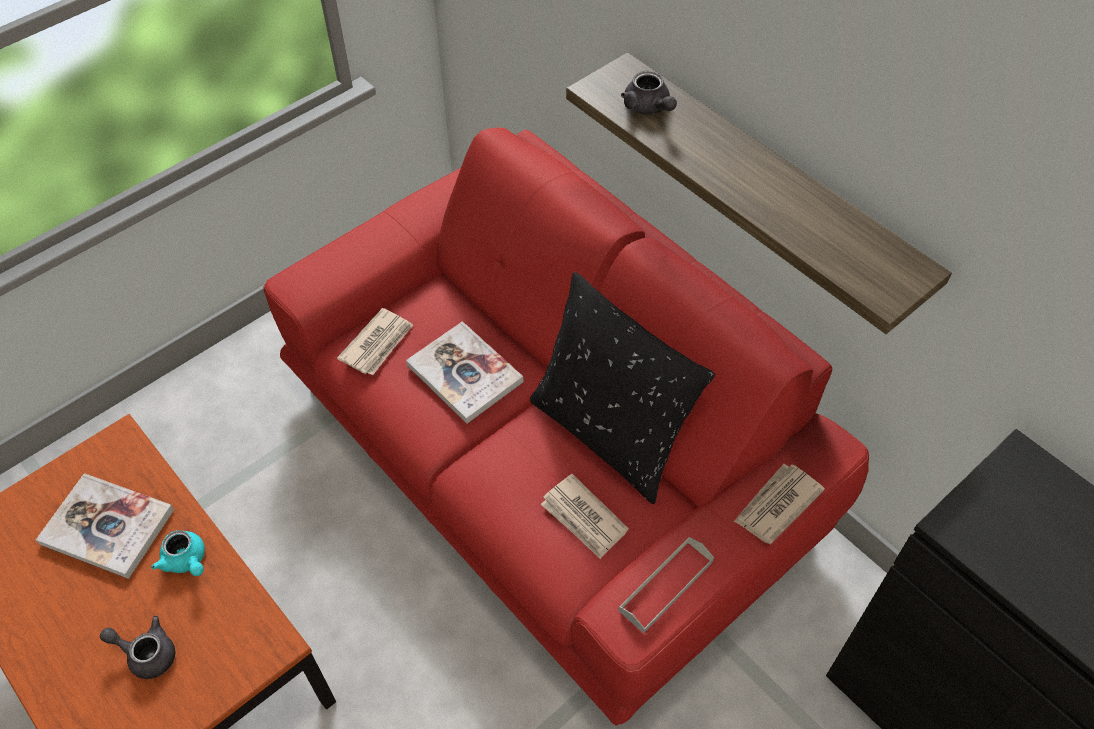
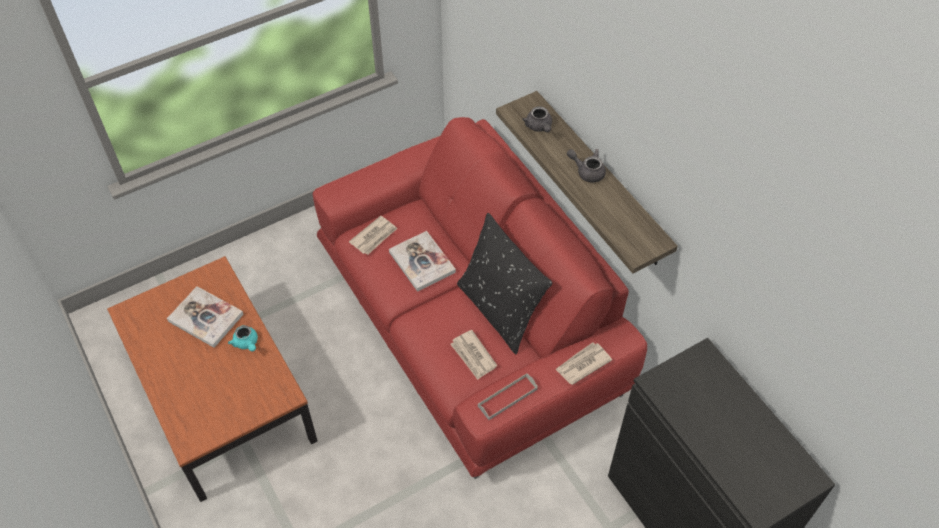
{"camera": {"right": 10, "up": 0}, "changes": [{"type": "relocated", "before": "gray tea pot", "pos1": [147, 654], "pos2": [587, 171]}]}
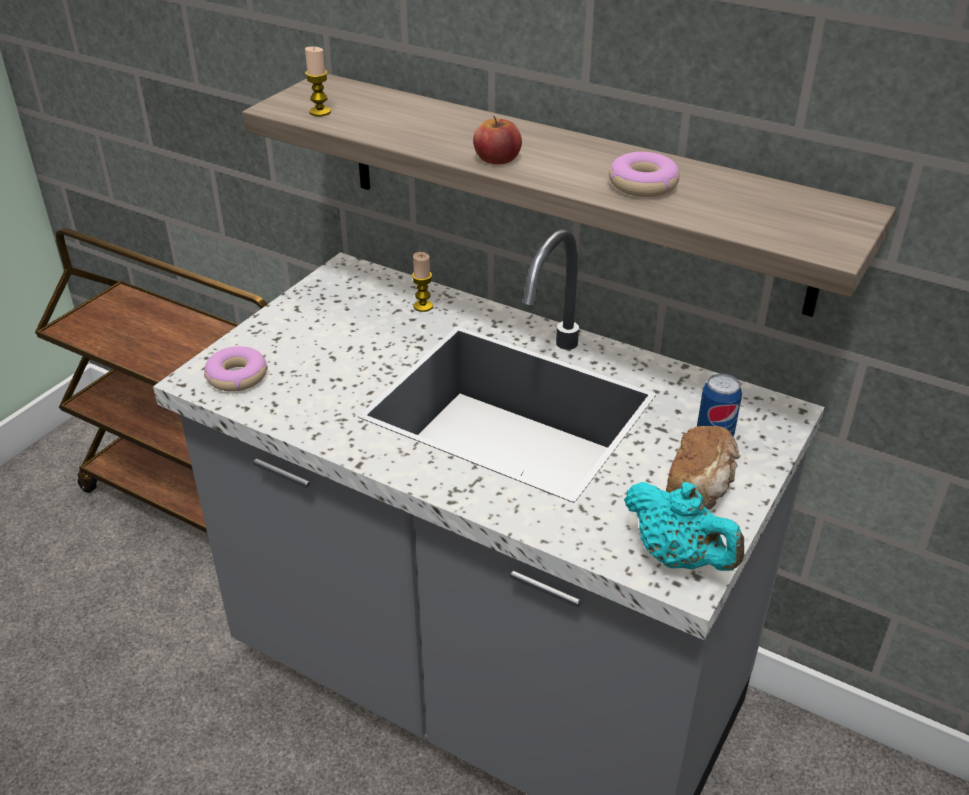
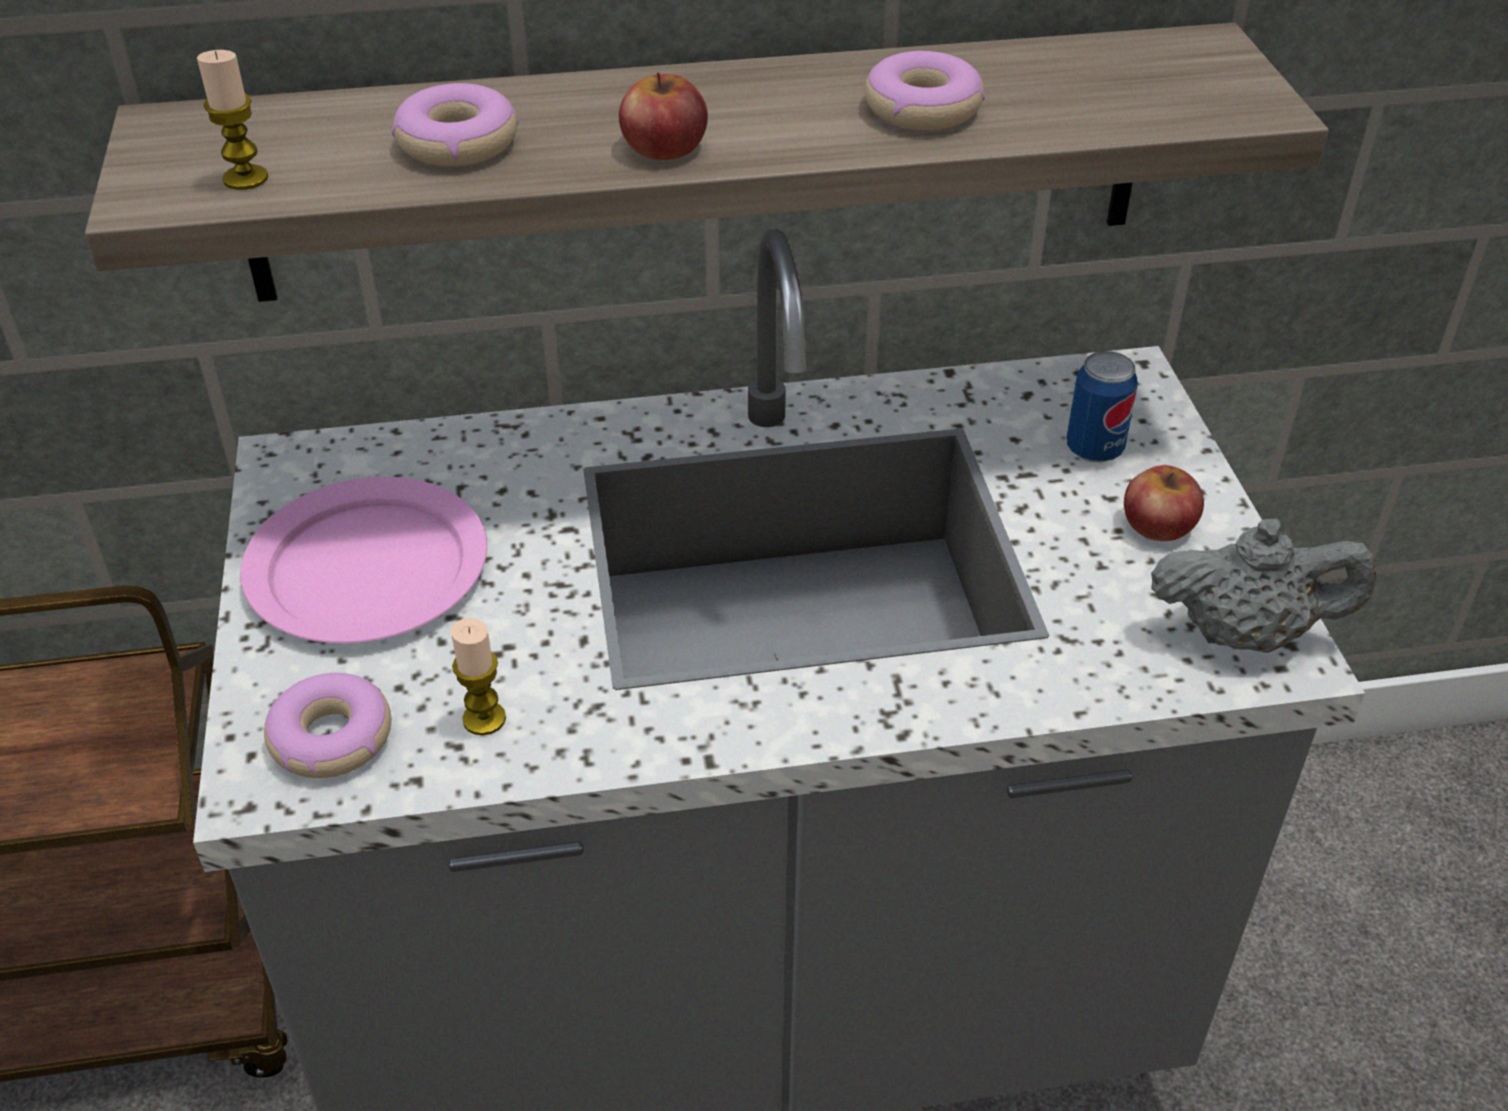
{"camera": {"right": -40, "up": 5}, "changes": [{"type": "appeared", "after": "pinkish flat dish", "pos2": [365, 569]}, {"type": "appeared", "after": "donut", "pos2": [457, 142]}, {"type": "relocated", "before": "wax candle", "pos1": [423, 306], "pos2": [484, 719]}, {"type": "exchanged", "before": "baked bread", "after": "whole apple", "pos1": [702, 486], "pos2": [1158, 524]}, {"type": "colour", "before": "turquoise tea pot", "after": "gray tea pot", "pos1": [678, 557], "pos2": [1244, 634]}]}
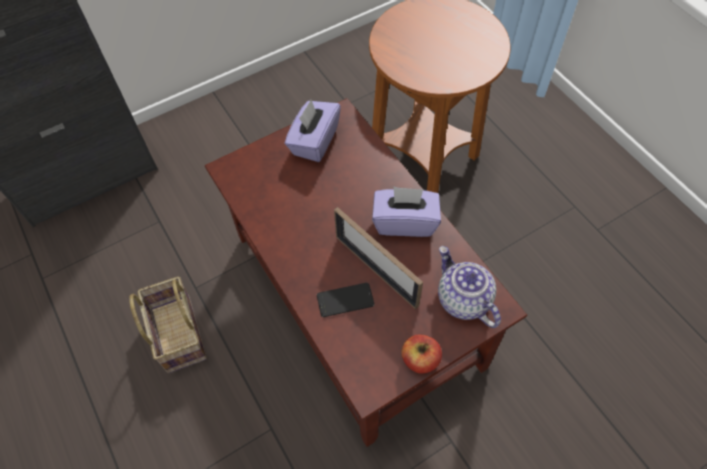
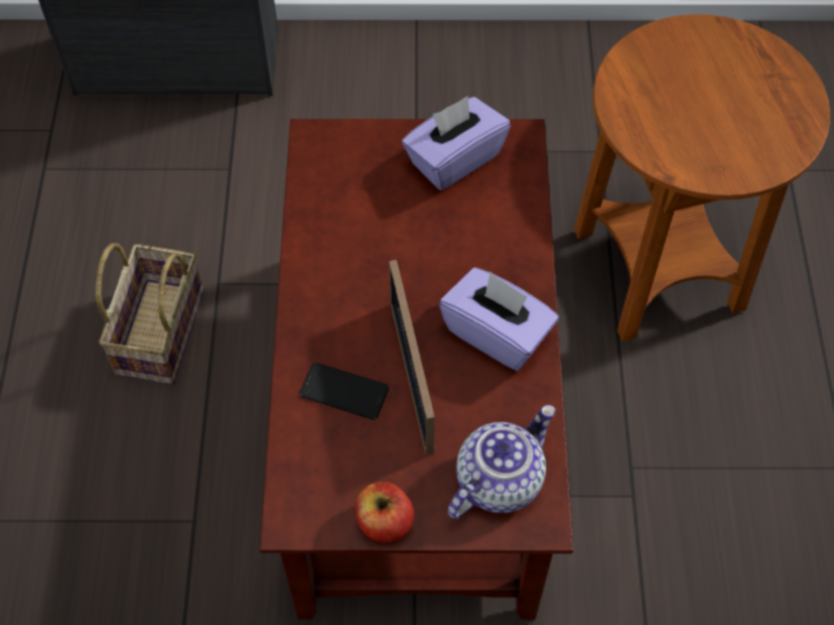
{"camera": {"right": 30, "up": 0}, "changes": [{"type": "spun", "before": "tea pot", "pos1": [462, 299], "pos2": [498, 479], "turn": 45}]}
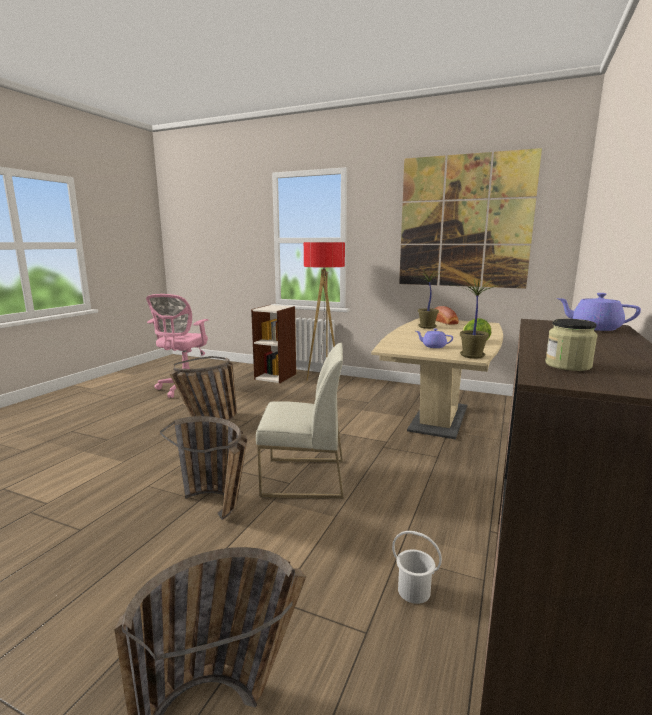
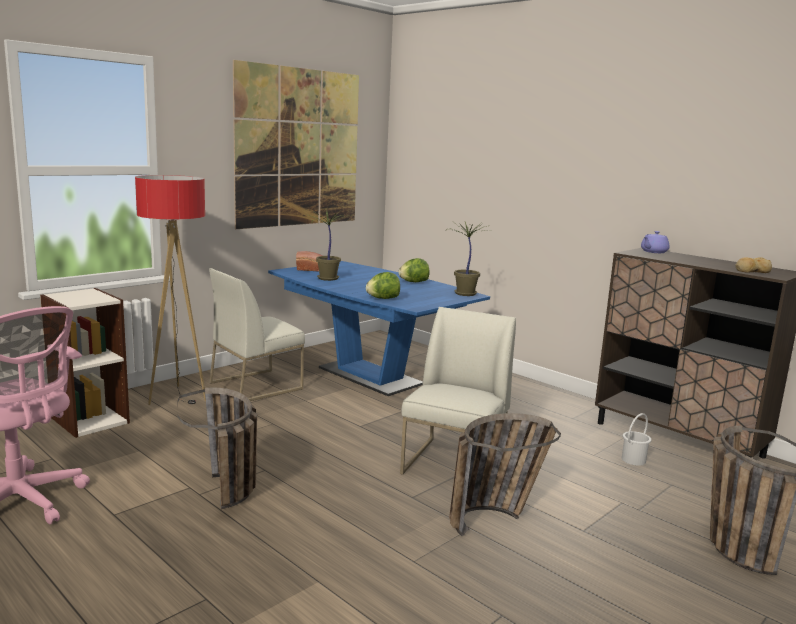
{"camera": {"right": -70, "up": 0}, "changes": [{"type": "missing", "before": "purplish tea pot", "pos1": [433, 346]}, {"type": "appeared", "after": "white-coloured upright chair", "pos2": [256, 385]}, {"type": "appeared", "after": "lettuce", "pos2": [383, 298]}, {"type": "exchanged", "before": "preserve jar", "after": "baked bread", "pos1": [568, 365], "pos2": [751, 271]}, {"type": "colour", "before": "beige-coloured kitchen table", "after": "blue kitchen table", "pos1": [439, 418], "pos2": [370, 376]}]}
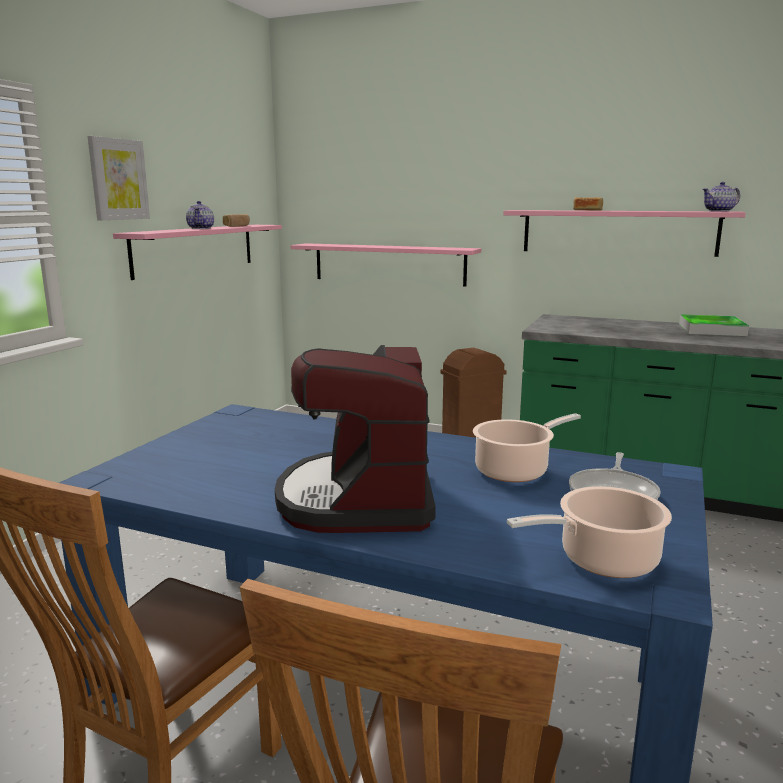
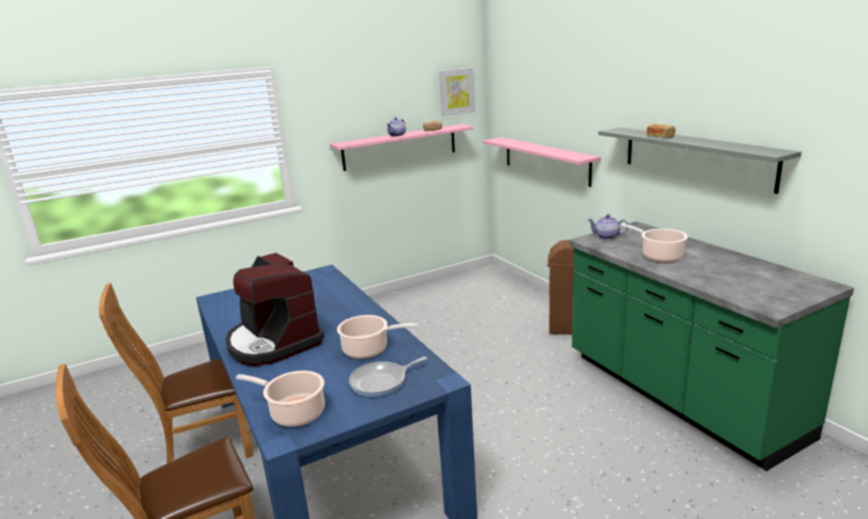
{"camera": {"right": 40, "up": 5}, "changes": [{"type": "missing", "before": "carrying tray", "pos1": [711, 330]}, {"type": "appeared", "after": "saucepot", "pos2": [659, 256]}, {"type": "relocated", "before": "wall art", "pos1": [118, 179], "pos2": [456, 91]}, {"type": "relocated", "before": "tea pot", "pos1": [719, 211], "pos2": [607, 237]}, {"type": "colour", "before": "pinkish shelf", "after": "gray shelf", "pos1": [618, 232], "pos2": [696, 157]}, {"type": "spun", "before": "coffee brewer", "pos1": [359, 499], "pos2": [273, 342], "turn": -75}]}
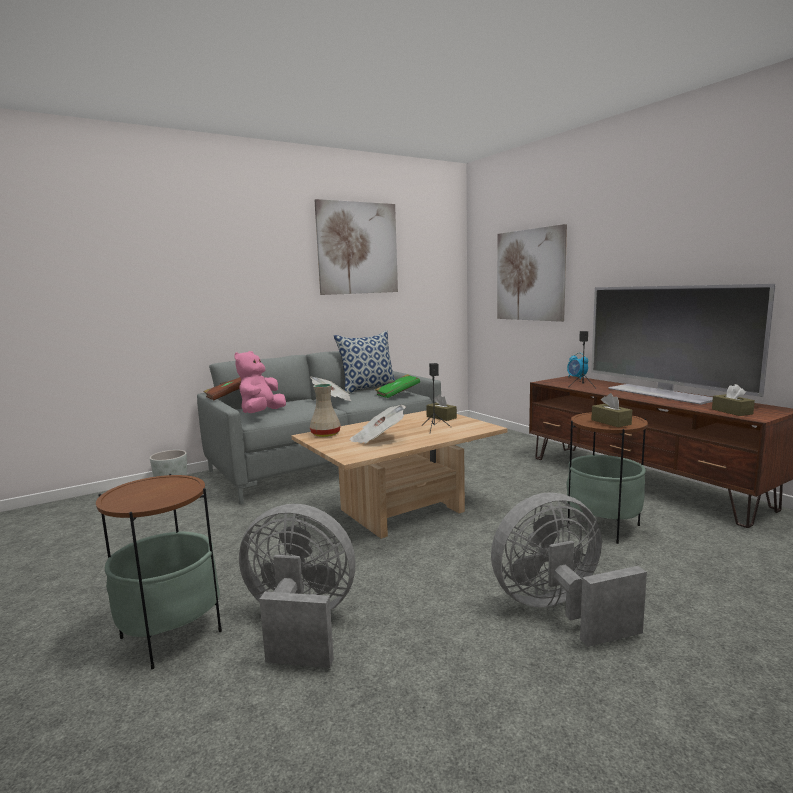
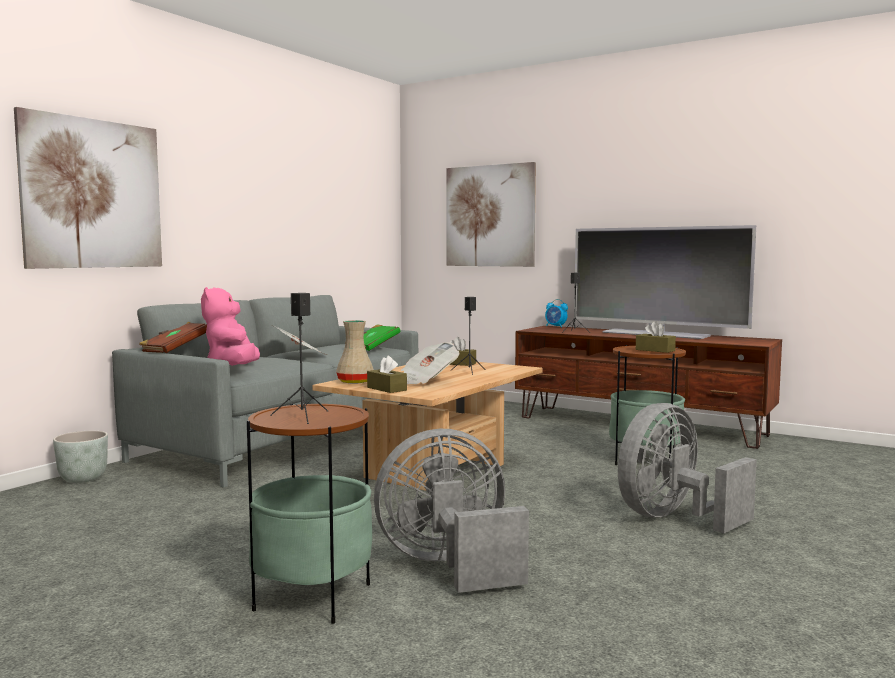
{"camera": {"right": -25, "up": -5}, "changes": [{"type": "missing", "before": "cushion", "pos1": [368, 389]}, {"type": "appeared", "after": "black-coloured audio speaker", "pos2": [302, 416]}, {"type": "relocated", "before": "wall art", "pos1": [357, 248], "pos2": [93, 194]}, {"type": "relocated", "before": "brownish tissue holder", "pos1": [732, 411], "pos2": [386, 389]}]}
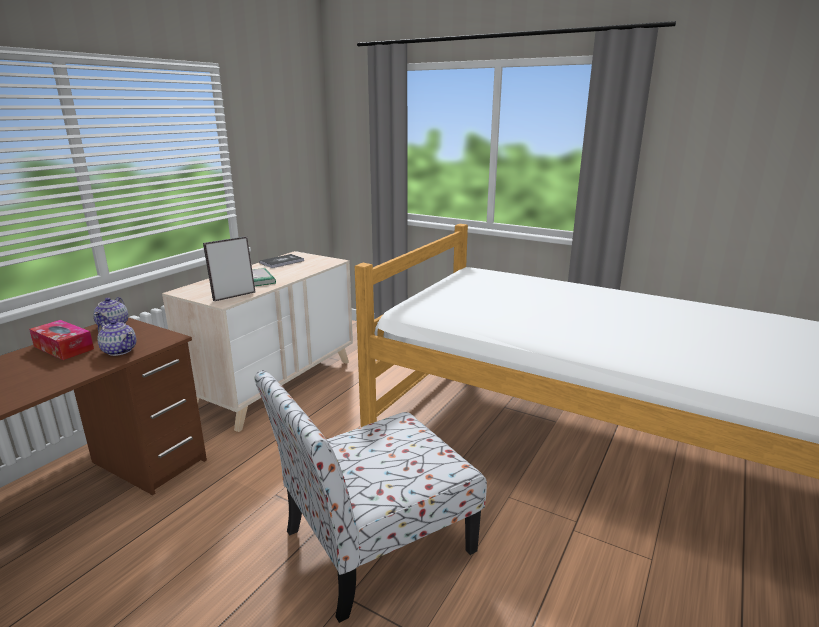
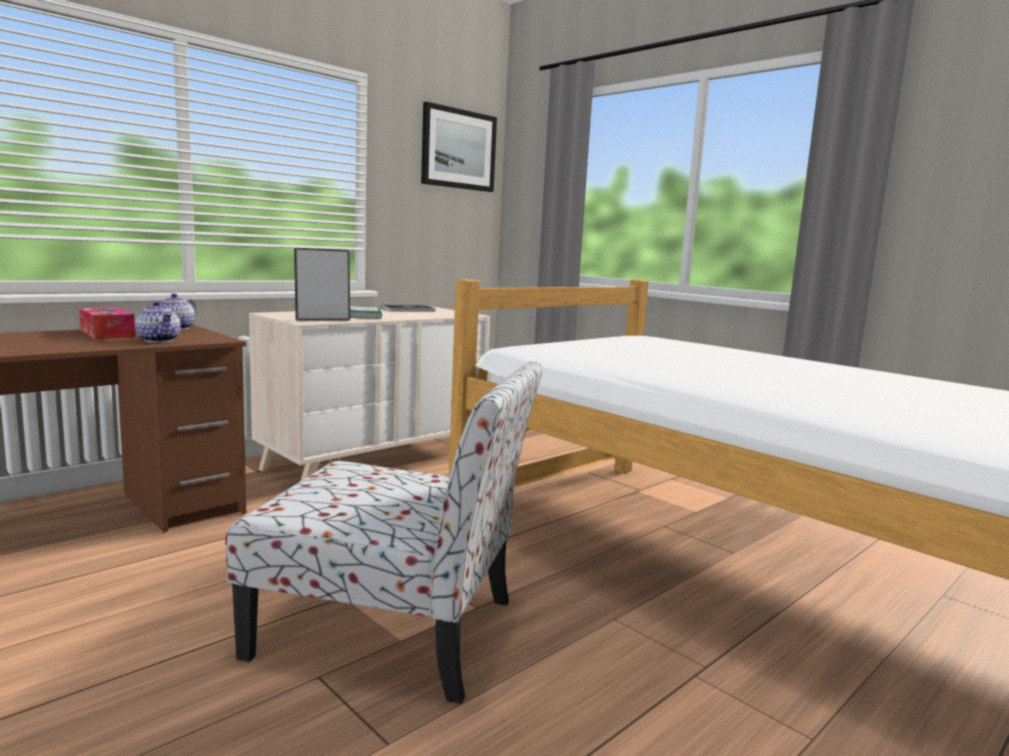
{"camera": {"right": 15, "up": -10}, "changes": [{"type": "appeared", "after": "wall art", "pos2": [458, 149]}, {"type": "spun", "before": "upright chair", "pos1": [374, 543], "pos2": [393, 629], "turn": -150}]}
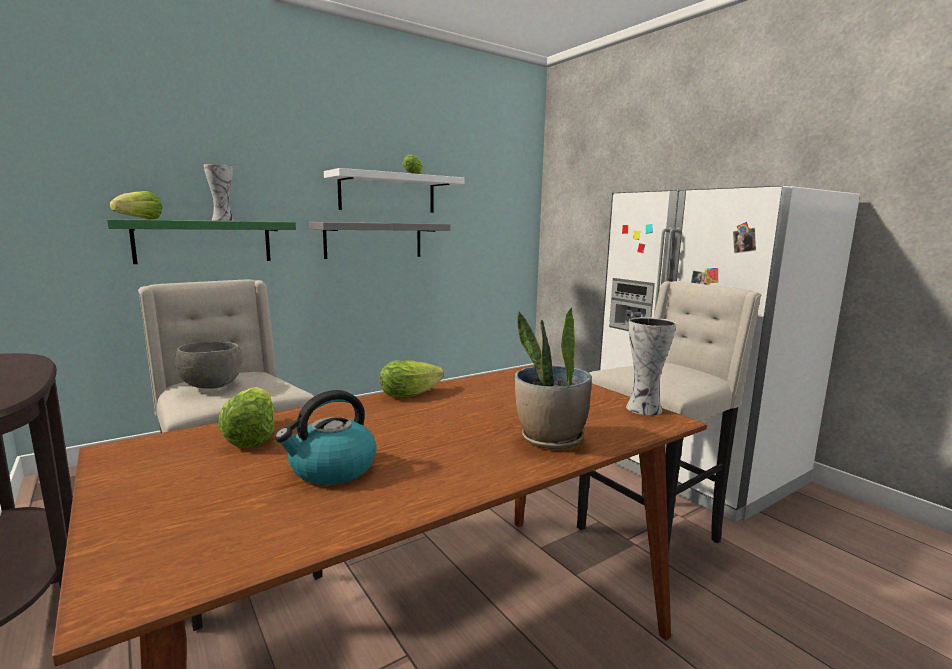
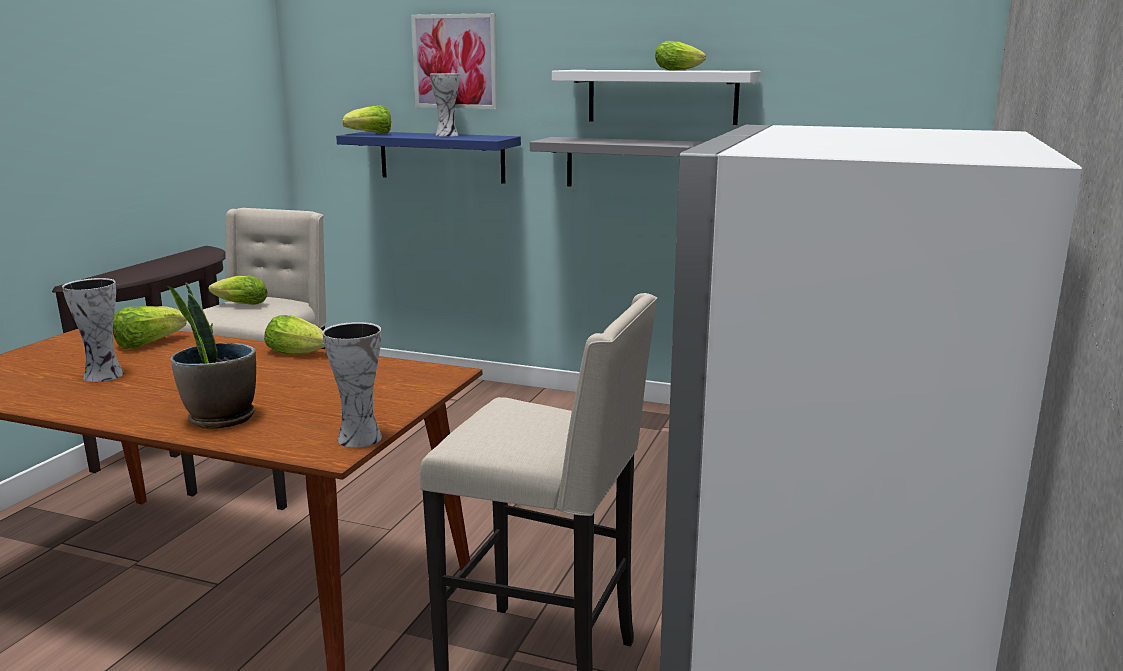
{"camera": {"right": 55, "up": 5}, "changes": [{"type": "appeared", "after": "wall art", "pos2": [455, 61]}, {"type": "exchanged", "before": "gray serving bowl", "after": "lettuce", "pos1": [212, 386], "pos2": [238, 304]}, {"type": "exchanged", "before": "kettle", "after": "flower vase", "pos1": [332, 469], "pos2": [104, 376]}, {"type": "colour", "before": "green shelf", "after": "blue shelf", "pos1": [204, 241], "pos2": [442, 157]}]}
